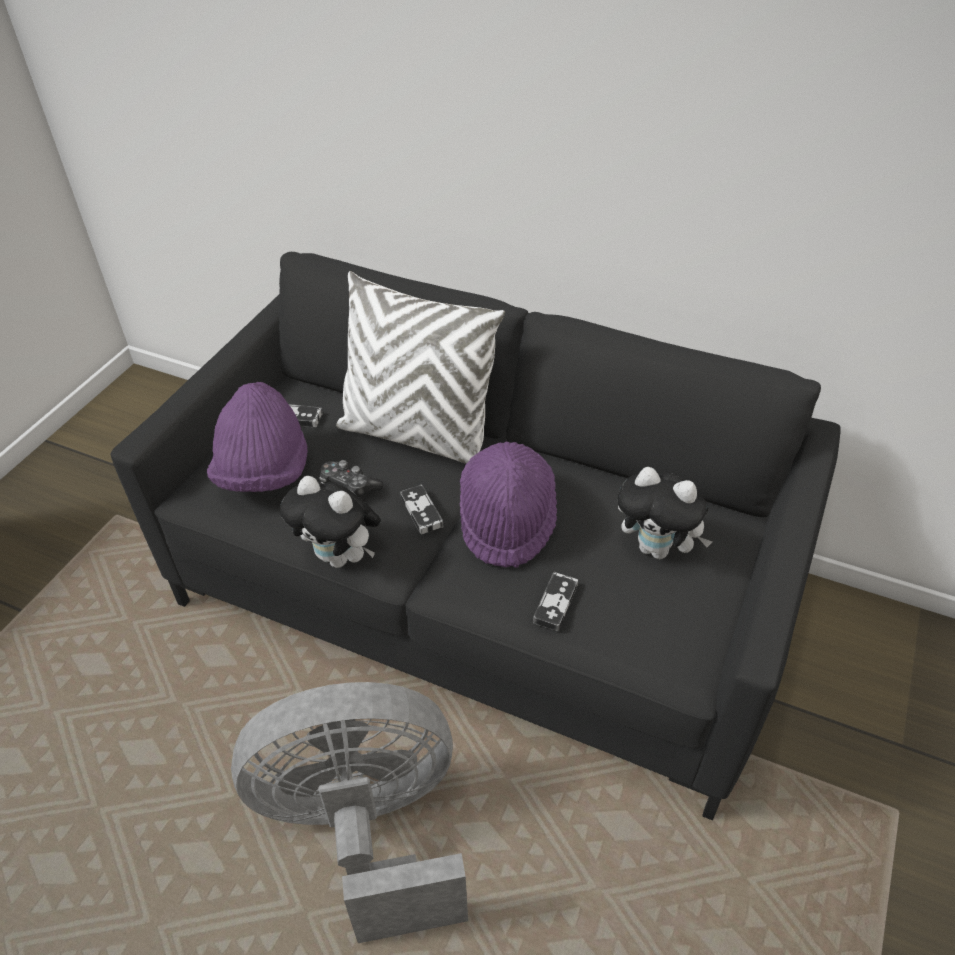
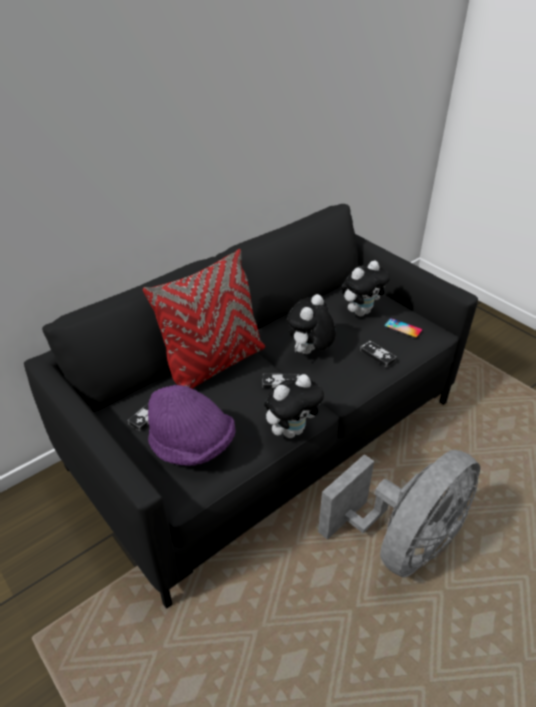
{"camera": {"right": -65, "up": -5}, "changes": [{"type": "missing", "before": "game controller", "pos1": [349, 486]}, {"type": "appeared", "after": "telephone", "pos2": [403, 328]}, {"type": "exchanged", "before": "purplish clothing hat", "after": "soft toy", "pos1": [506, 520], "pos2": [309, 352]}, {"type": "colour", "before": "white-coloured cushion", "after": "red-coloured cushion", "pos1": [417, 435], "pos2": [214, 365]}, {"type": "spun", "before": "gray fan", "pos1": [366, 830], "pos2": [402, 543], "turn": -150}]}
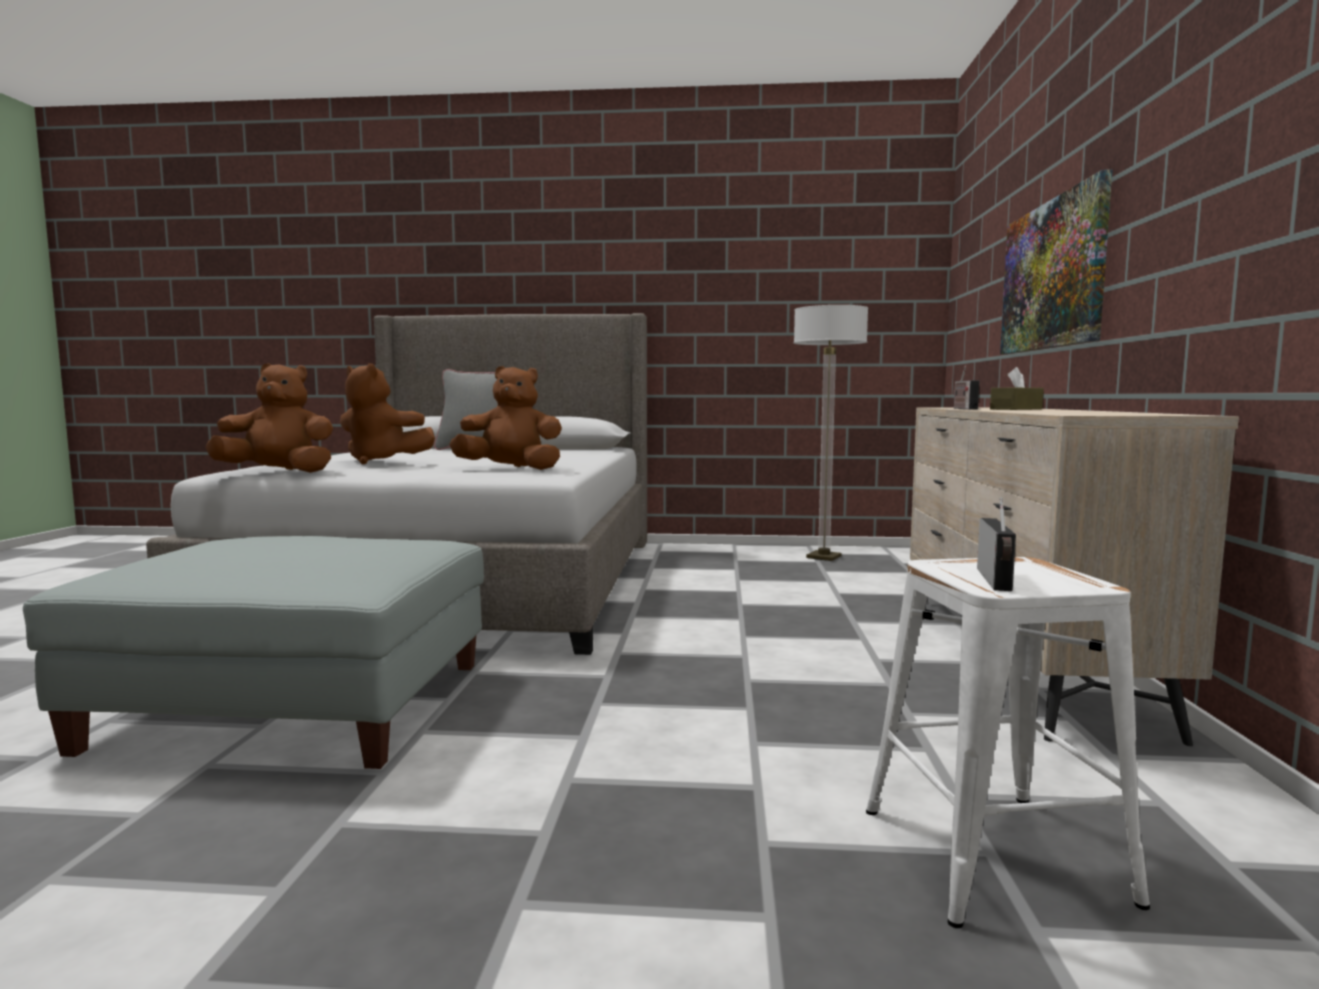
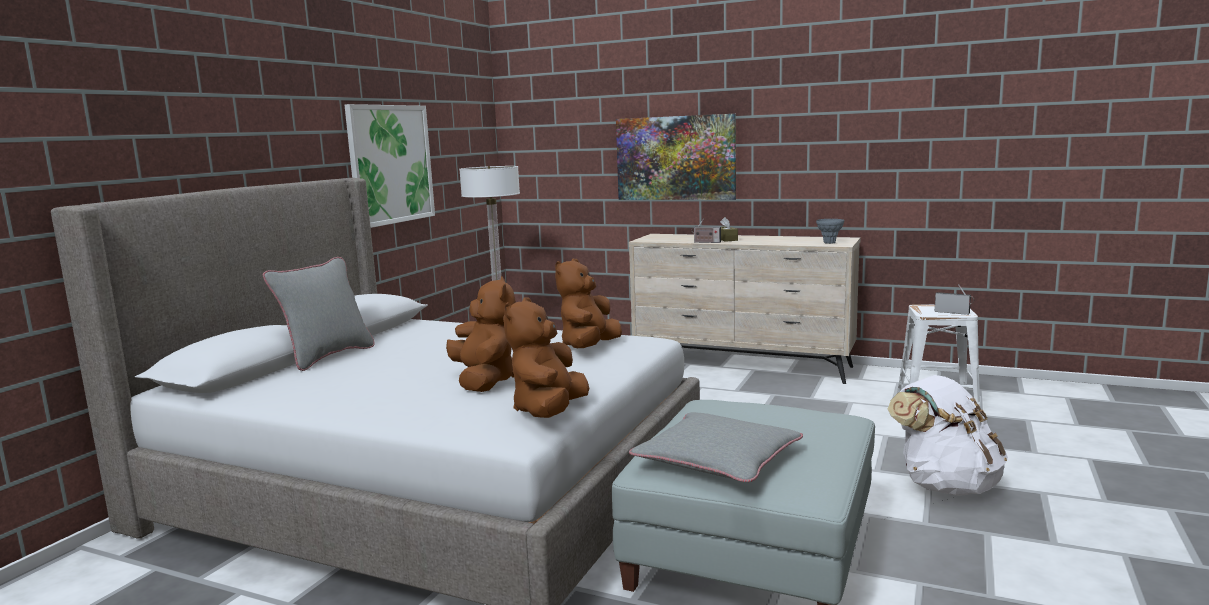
{"camera": {"right": -70, "up": 5}, "changes": [{"type": "appeared", "after": "wall art", "pos2": [390, 164]}, {"type": "appeared", "after": "gray cushion", "pos2": [717, 459]}, {"type": "appeared", "after": "gray flower vase", "pos2": [829, 243]}, {"type": "appeared", "after": "white-coloured knapsack", "pos2": [945, 485]}, {"type": "spun", "before": "brownish soft toy", "pos1": [382, 462], "pos2": [484, 381], "turn": -60}]}
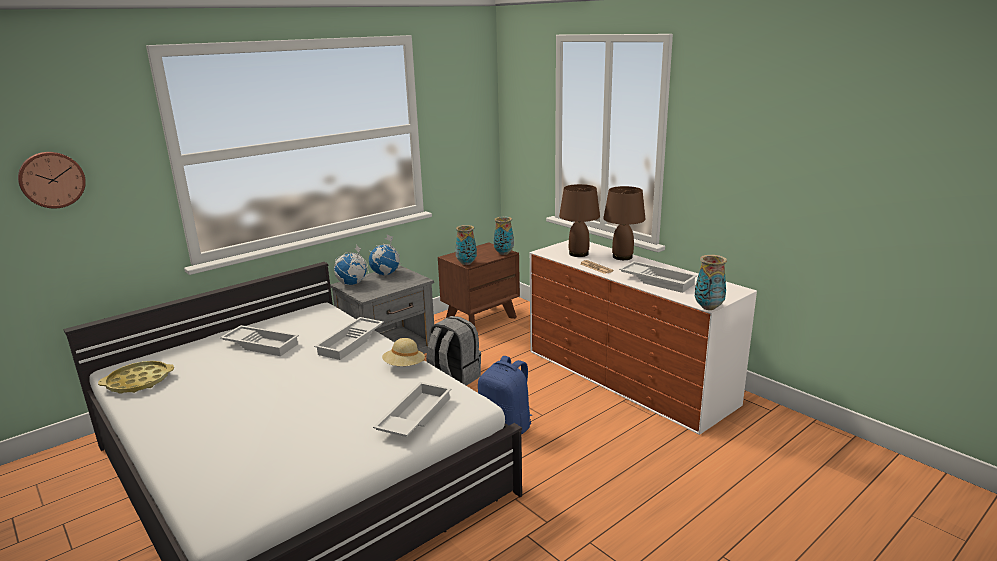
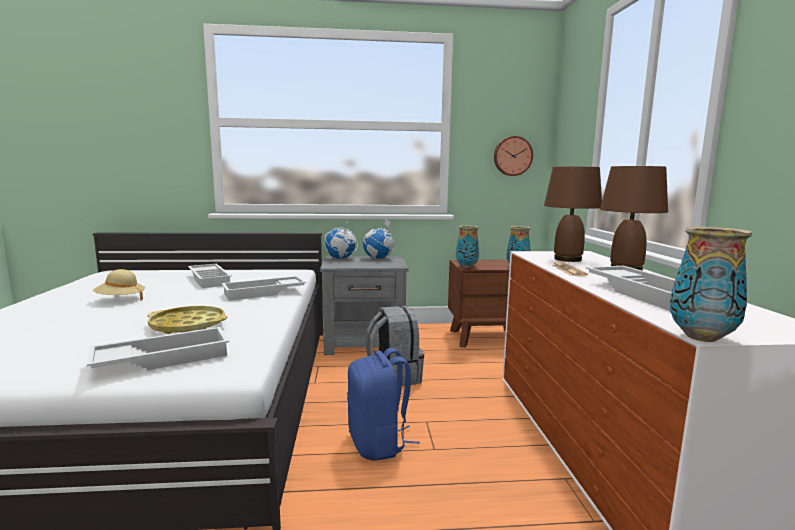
{"camera": {"right": 35, "up": -10}, "changes": [{"type": "relocated", "before": "wall clock", "pos1": [52, 179], "pos2": [512, 156]}, {"type": "relocated", "before": "yellow carrying tray", "pos1": [138, 382], "pos2": [188, 325]}, {"type": "relocated", "before": "beige-coloured clothing hat", "pos1": [404, 366], "pos2": [120, 299]}]}
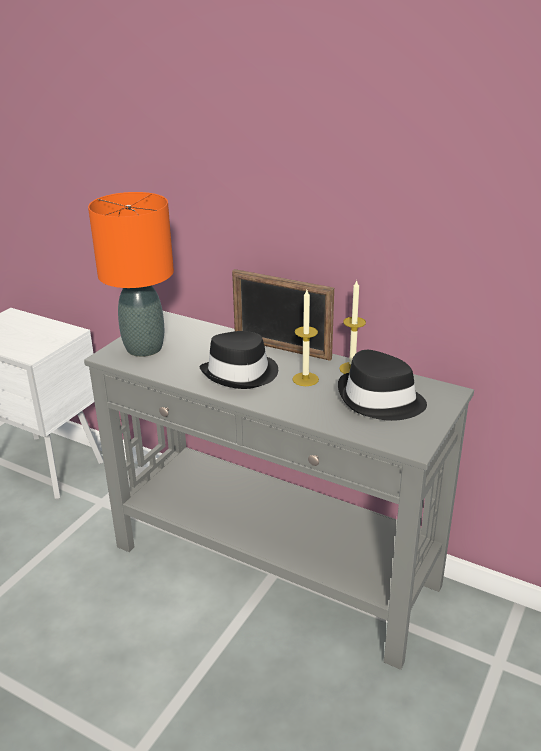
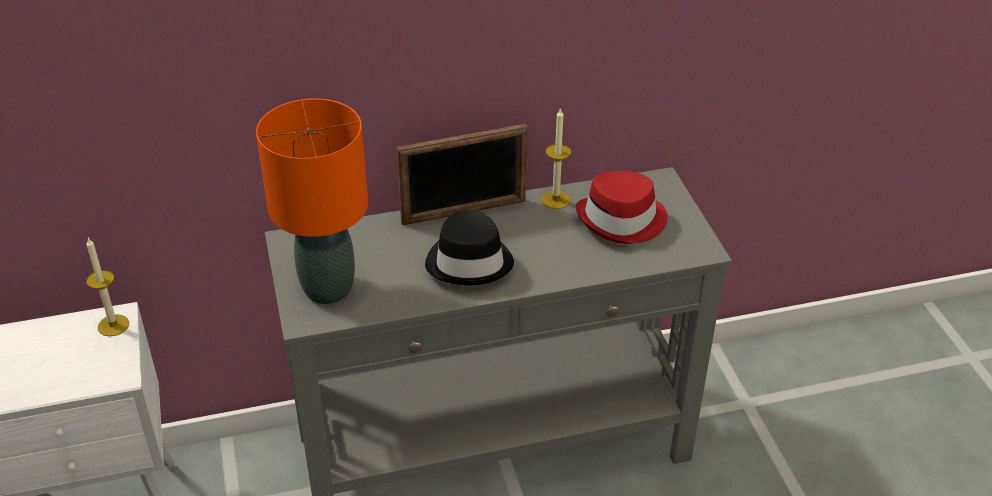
{"camera": {"right": -45, "up": 10}, "changes": [{"type": "relocated", "before": "wax candle", "pos1": [305, 379], "pos2": [113, 325]}, {"type": "colour", "before": "black-coloured clothing hat", "after": "red-coloured clothing hat", "pos1": [380, 400], "pos2": [622, 220]}]}
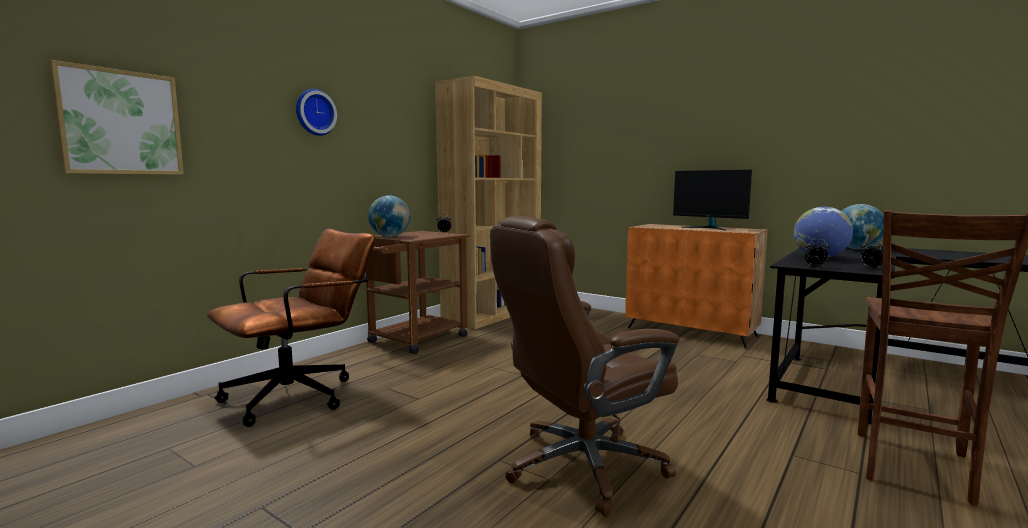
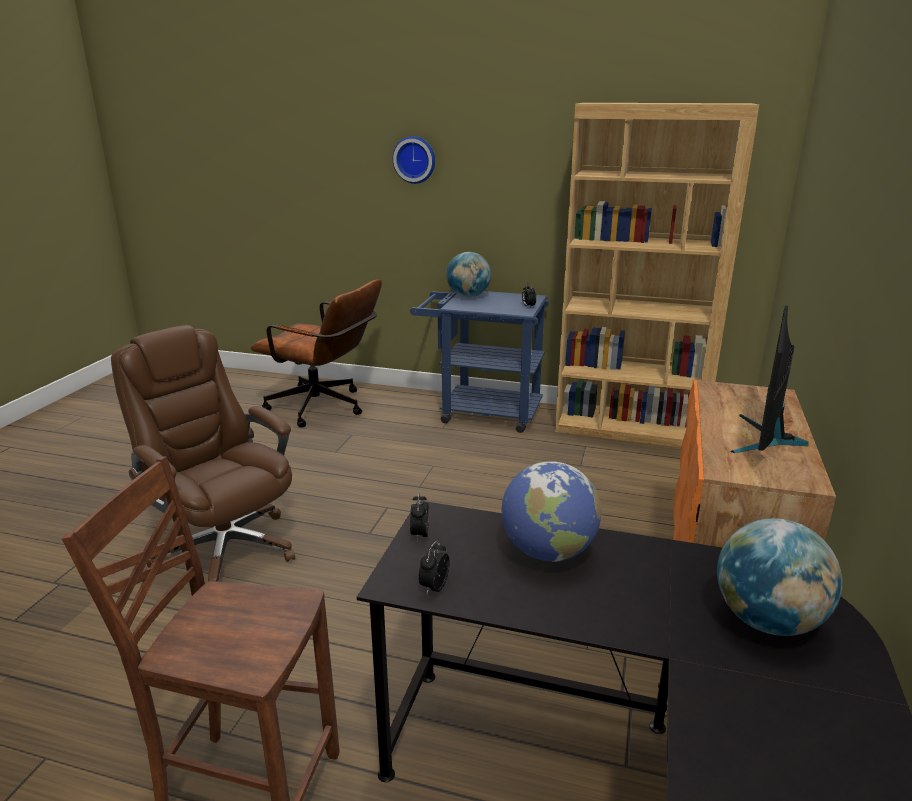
{"camera": {"right": 70, "up": 15}, "changes": [{"type": "missing", "before": "wall art", "pos1": [120, 122]}, {"type": "colour", "before": "brownish trolley", "after": "blue trolley", "pos1": [412, 341], "pos2": [481, 412]}]}
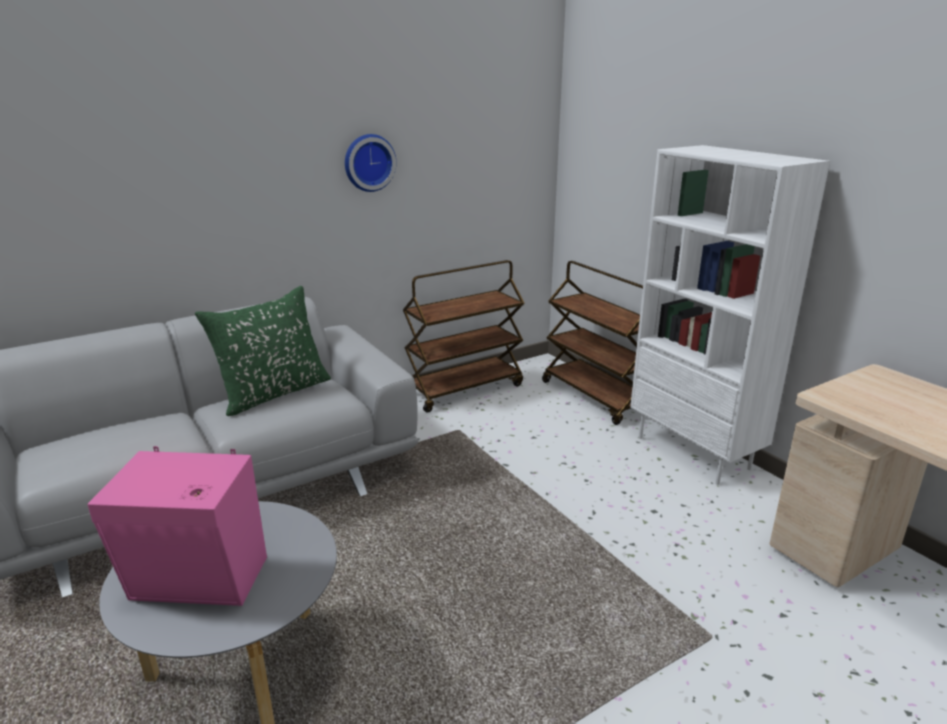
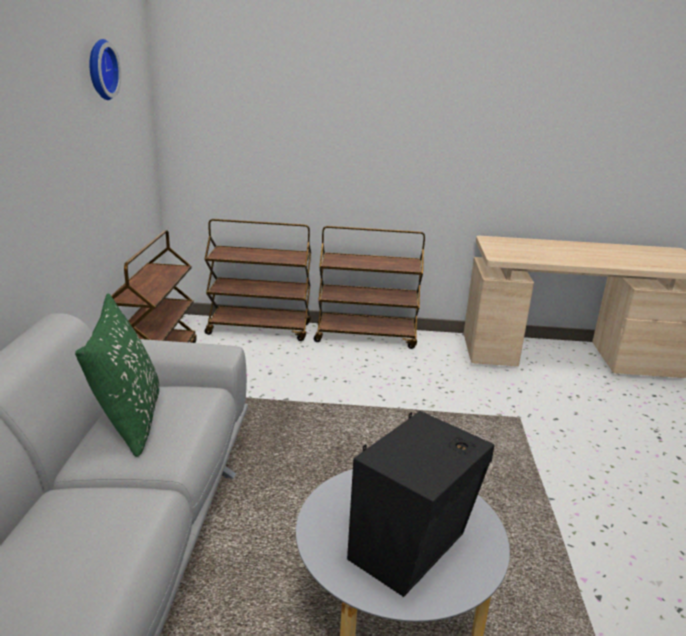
{"camera": {"right": -55, "up": 0}, "changes": [{"type": "relocated", "before": "wall clock", "pos1": [368, 162], "pos2": [100, 69]}, {"type": "exchanged", "before": "white-coloured bookcase", "after": "brownish trolley", "pos1": [694, 452], "pos2": [366, 336]}, {"type": "colour", "before": "pinkish audio speaker", "after": "black-coloured audio speaker", "pos1": [199, 583], "pos2": [413, 548]}]}
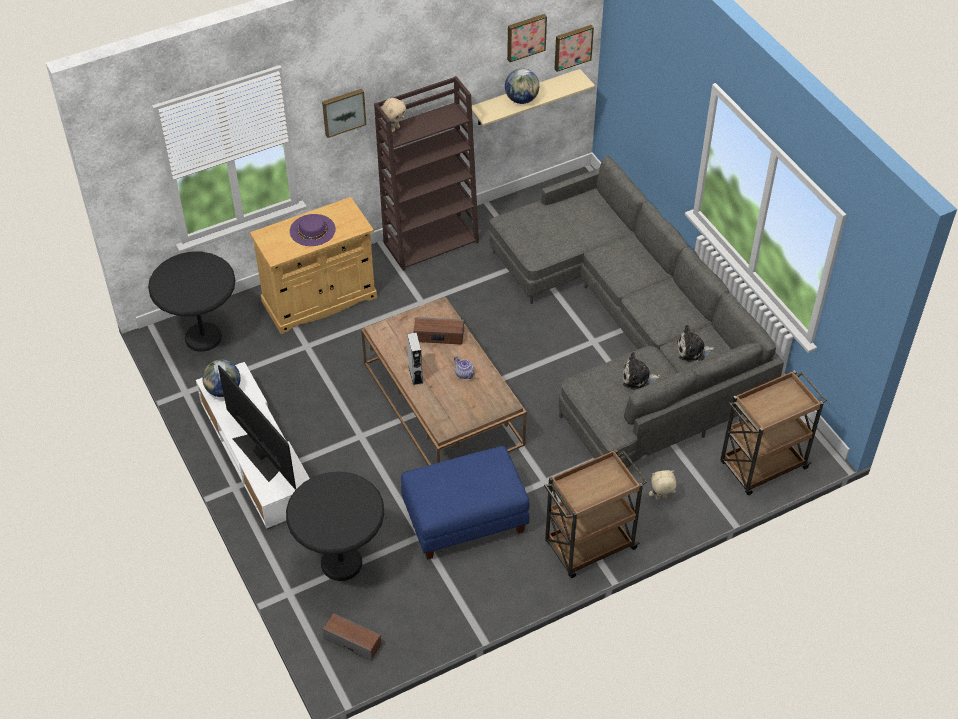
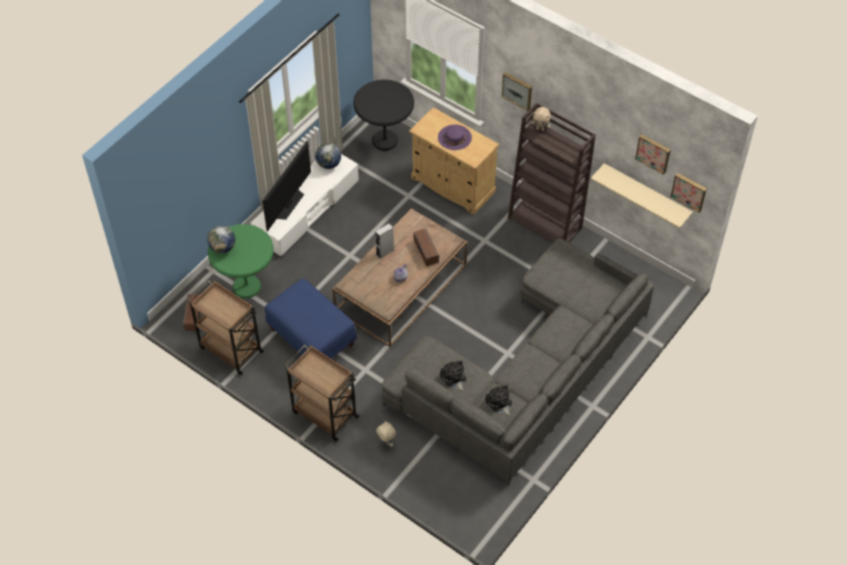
{"camera": {"right": 65, "up": 5}, "changes": [{"type": "relocated", "before": "desk globe", "pos1": [521, 100], "pos2": [223, 248]}, {"type": "relocated", "before": "brownish trolley", "pos1": [762, 466], "pos2": [230, 349]}, {"type": "colour", "before": "black-coloured end table", "after": "green end table", "pos1": [341, 563], "pos2": [246, 287]}]}
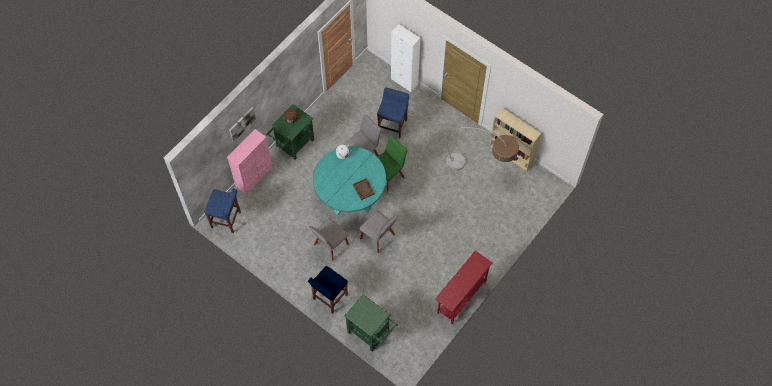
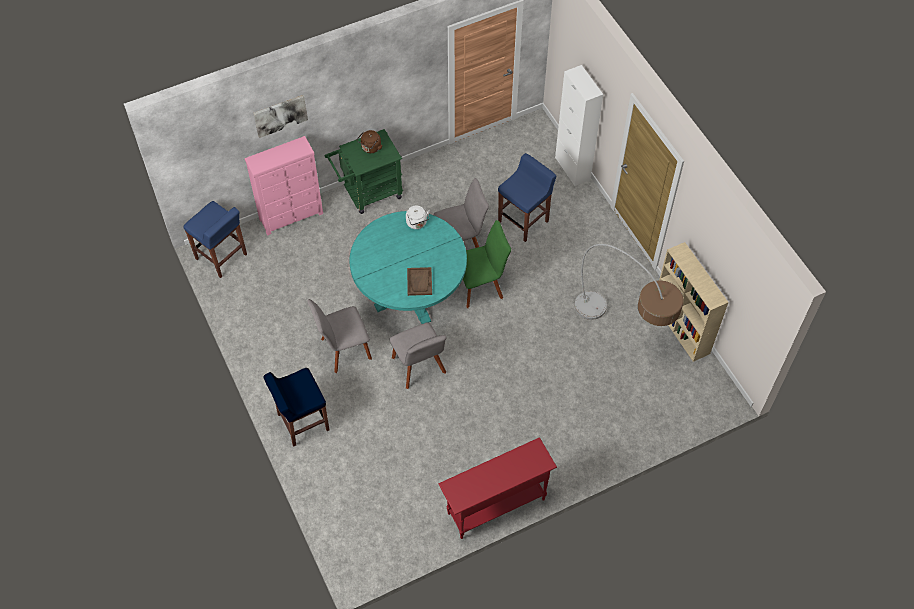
{"camera": {"right": 25, "up": -5}, "changes": [{"type": "missing", "before": "green trolley", "pos1": [371, 333]}]}
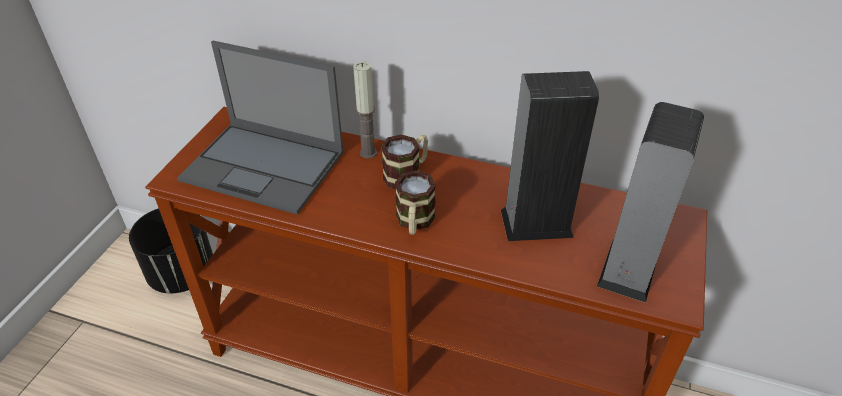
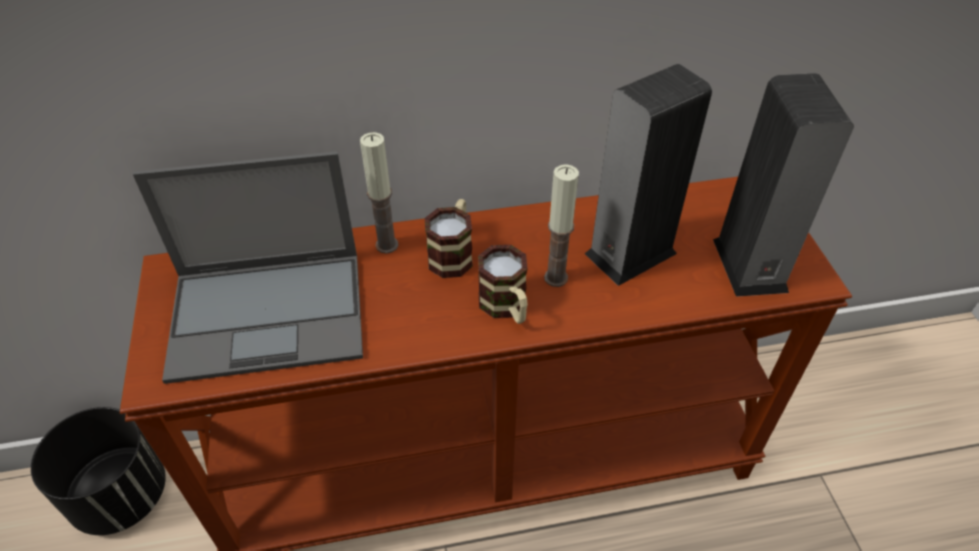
{"camera": {"right": -30, "up": 5}, "changes": [{"type": "appeared", "after": "wax candle", "pos2": [555, 278]}]}
